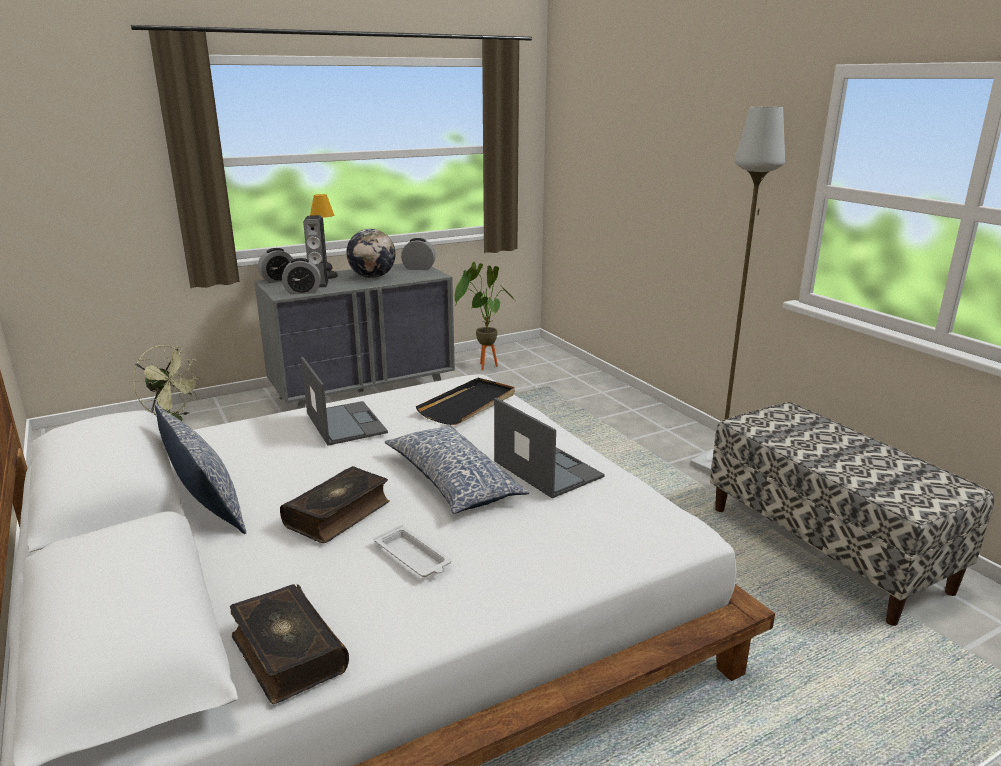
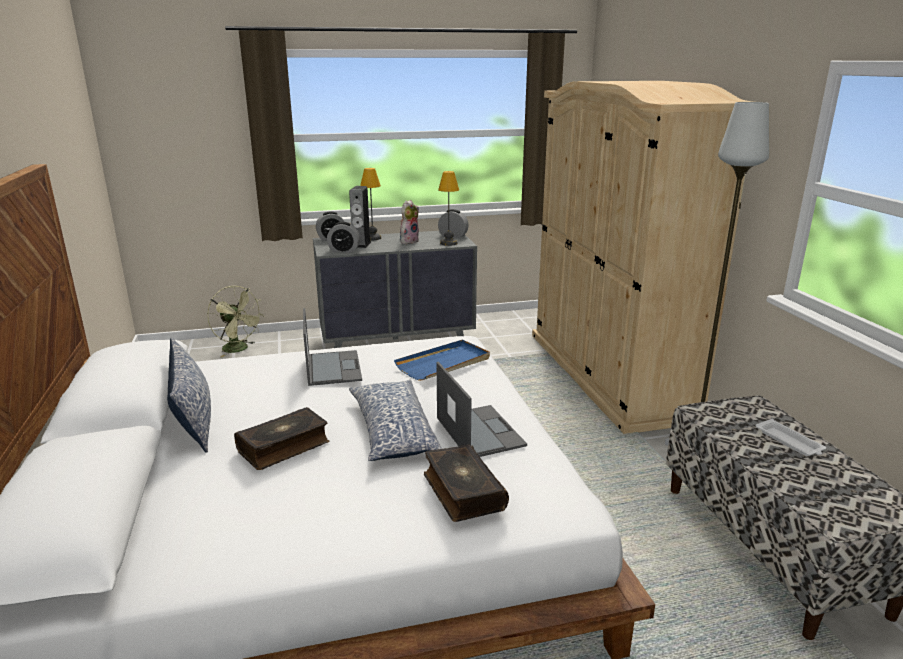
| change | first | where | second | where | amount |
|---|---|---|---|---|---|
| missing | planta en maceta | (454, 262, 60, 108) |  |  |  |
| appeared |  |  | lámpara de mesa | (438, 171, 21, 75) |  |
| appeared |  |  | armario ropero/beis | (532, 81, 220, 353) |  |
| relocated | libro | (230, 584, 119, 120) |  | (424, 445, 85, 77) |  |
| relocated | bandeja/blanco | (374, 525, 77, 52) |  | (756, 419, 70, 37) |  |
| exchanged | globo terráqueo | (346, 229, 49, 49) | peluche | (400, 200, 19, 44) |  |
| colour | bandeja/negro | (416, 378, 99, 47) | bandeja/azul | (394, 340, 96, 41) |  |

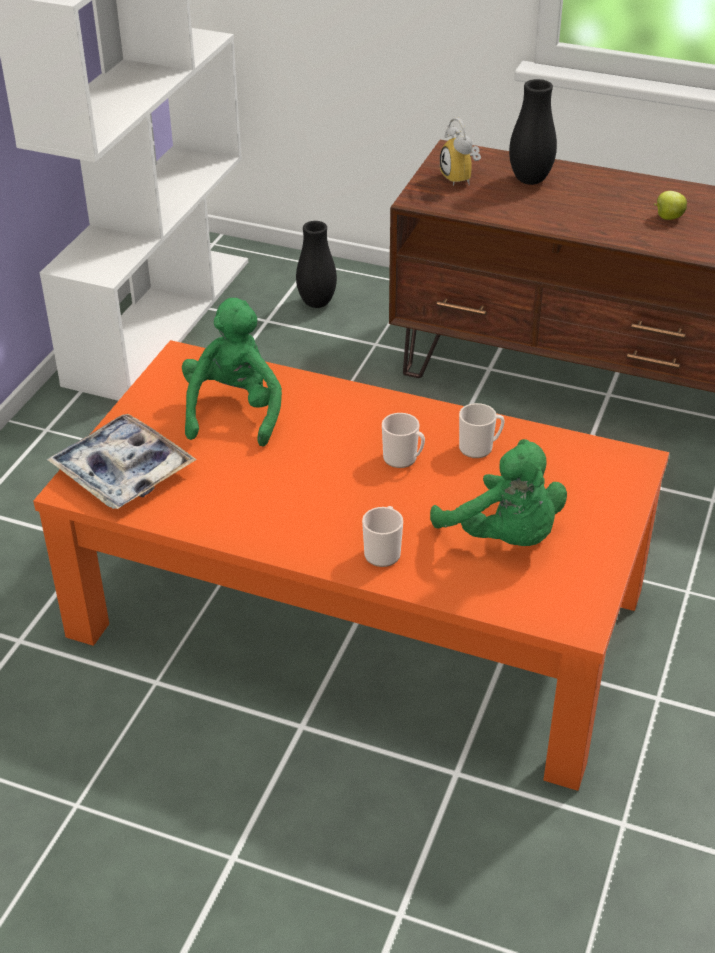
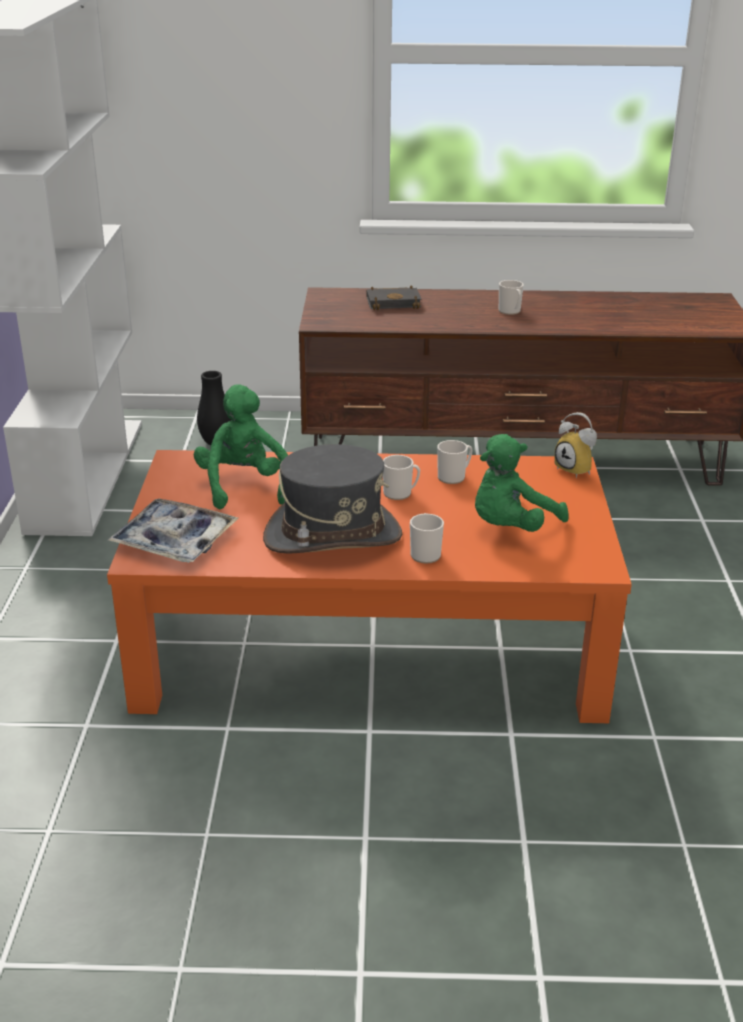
| change | first | where | second | where | amount |
|---|---|---|---|---|---|
| appeared |  |  | sombrero/gris | (263, 444, 139, 110) |  |
| relocated | despertador | (440, 118, 41, 68) |  | (554, 412, 43, 66) |  |
| exchanged | florero/negro | (509, 79, 48, 106) | libro/negro | (367, 285, 55, 25) |  |
| exchanged | manzana | (654, 191, 33, 29) | taza grande | (499, 280, 25, 35) |  |
| spun | peluche/verde | (430, 439, 137, 107) |  | (475, 434, 94, 98) | 105 degrees clockwise |

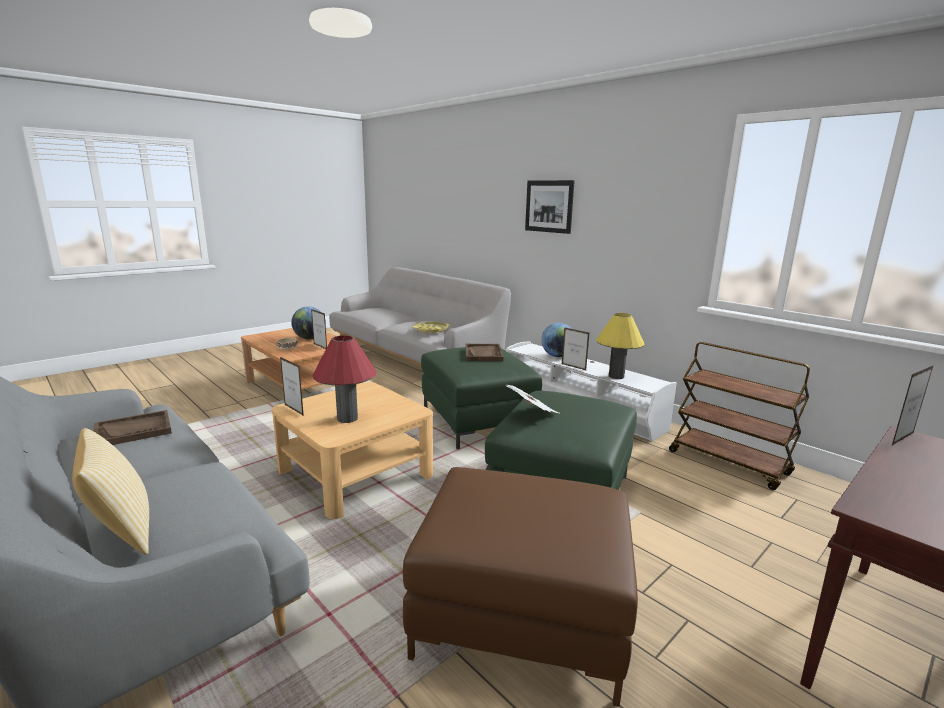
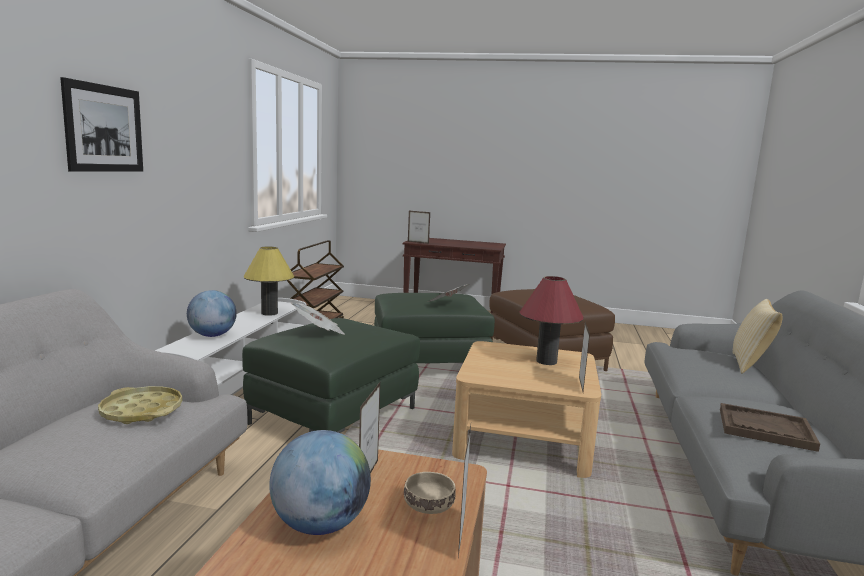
| change | first | where | second | where | amount |
|---|---|---|---|---|---|
| relocated | portarretratos | (562, 327, 27, 43) |  | (458, 425, 13, 132) |  |
| exchanged | bandeja/marrón | (465, 344, 38, 17) | periódico | (291, 303, 55, 32) |  |

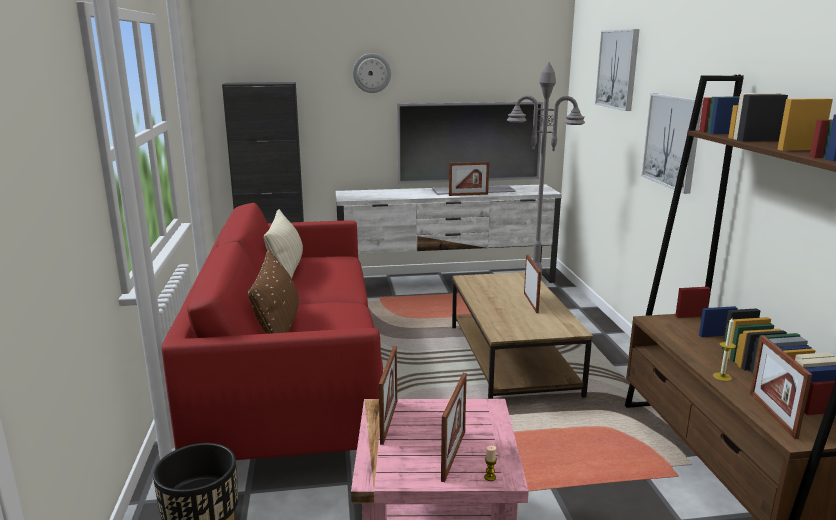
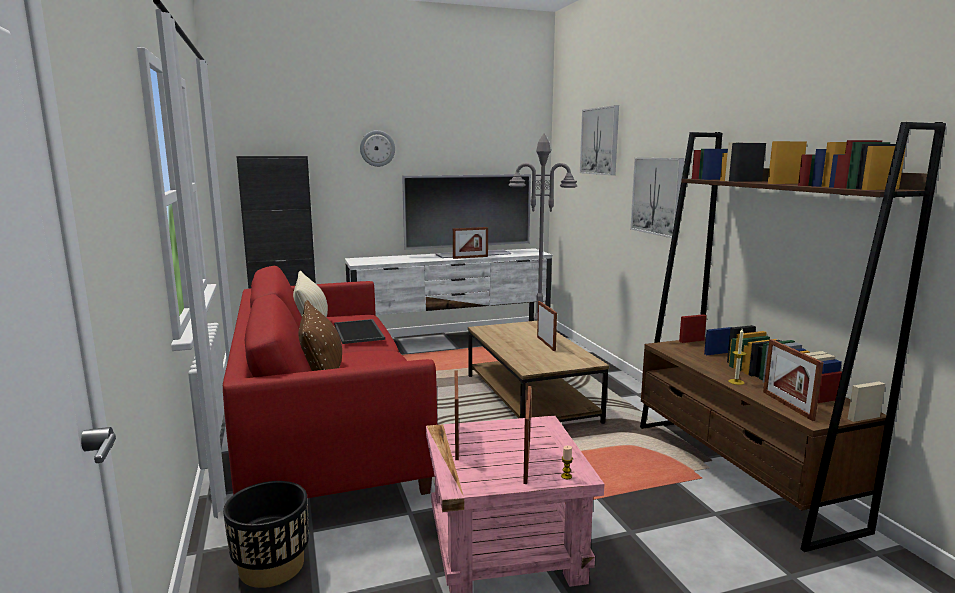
| change | first | where | second | where | amount |
|---|---|---|---|---|---|
| appeared |  |  | bandeja | (334, 319, 51, 25) |  |

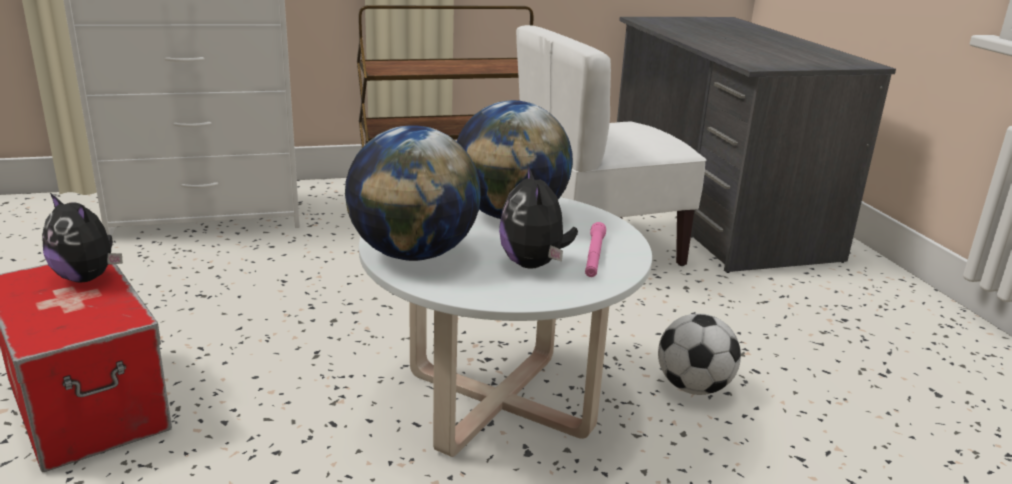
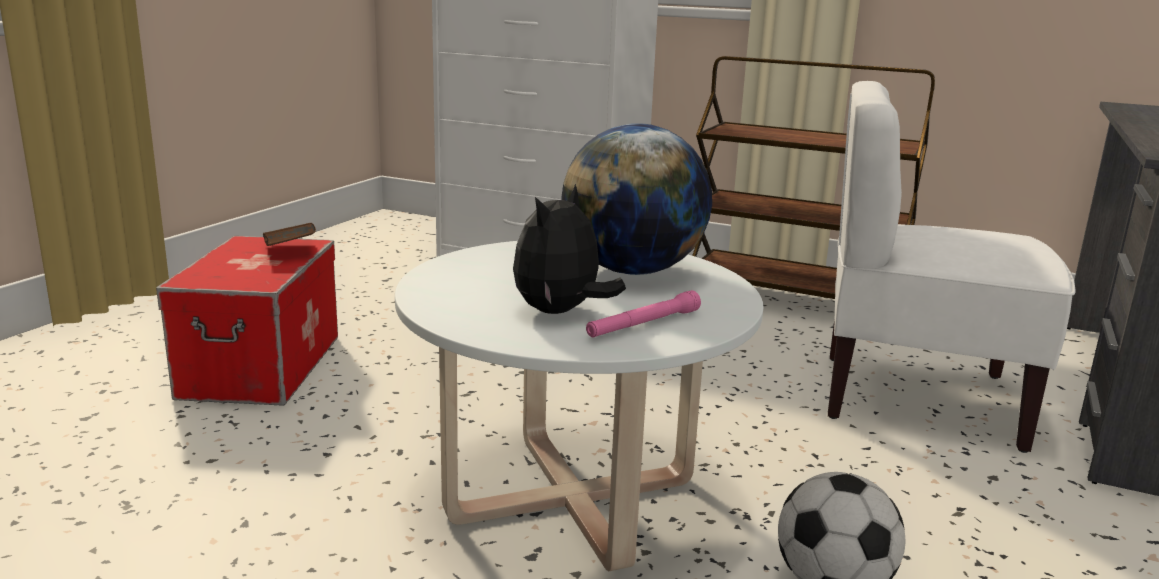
| change | first | where | second | where | amount |
|---|---|---|---|---|---|
| missing | globo terráqueo | (345, 125, 136, 136) |  |  |  |
| exchanged | peluche | (42, 193, 81, 89) | libro/marrón | (263, 223, 53, 23) |  |

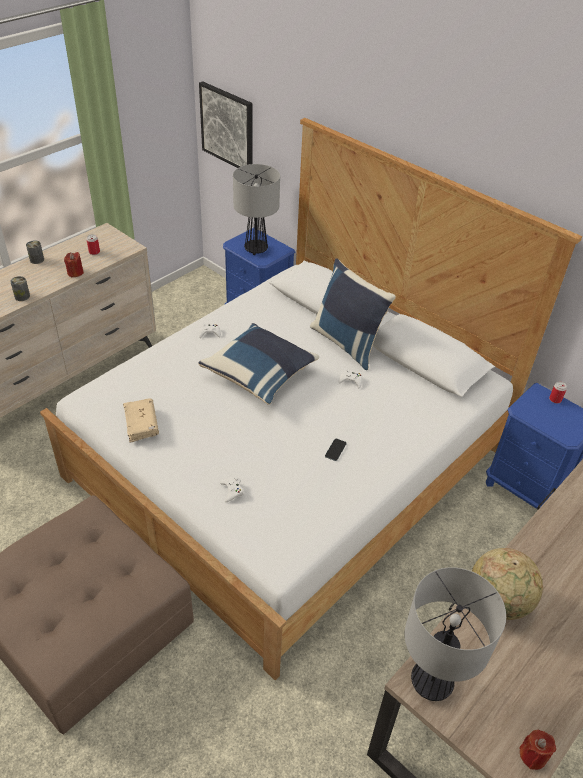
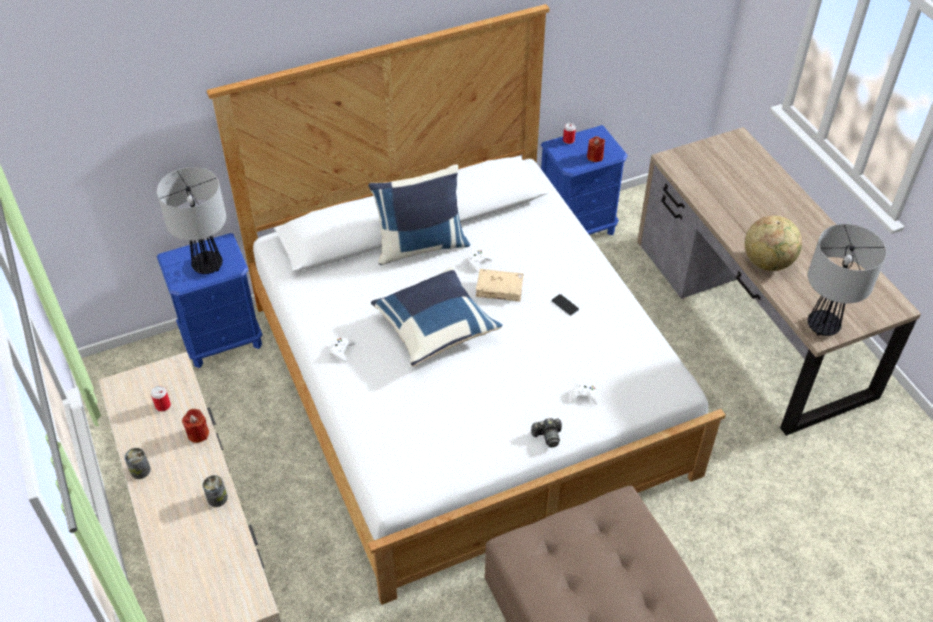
| change | first | where | second | where | amount |
|---|---|---|---|---|---|
| missing | cuadro | (199, 81, 53, 87) |  |  |  |
| appeared |  |  | cámara | (531, 418, 31, 29) |  |
| relocated | libro/beis | (123, 398, 36, 45) |  | (476, 269, 48, 33) |  |
| relocated | vela/rojo | (519, 730, 37, 40) |  | (587, 136, 18, 26) |  |

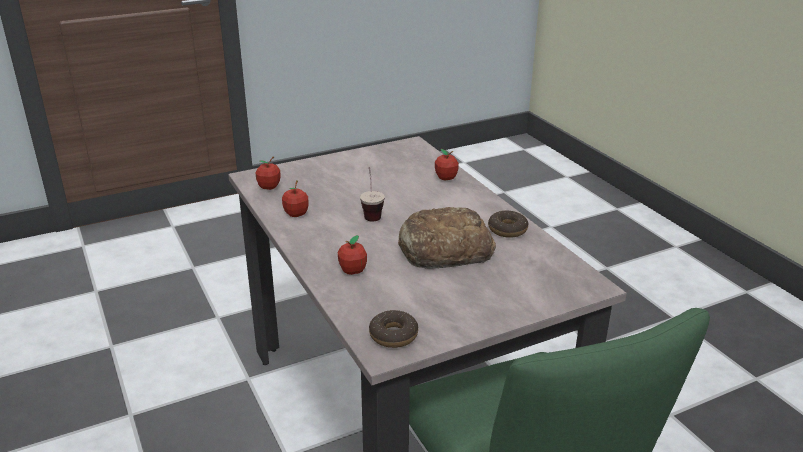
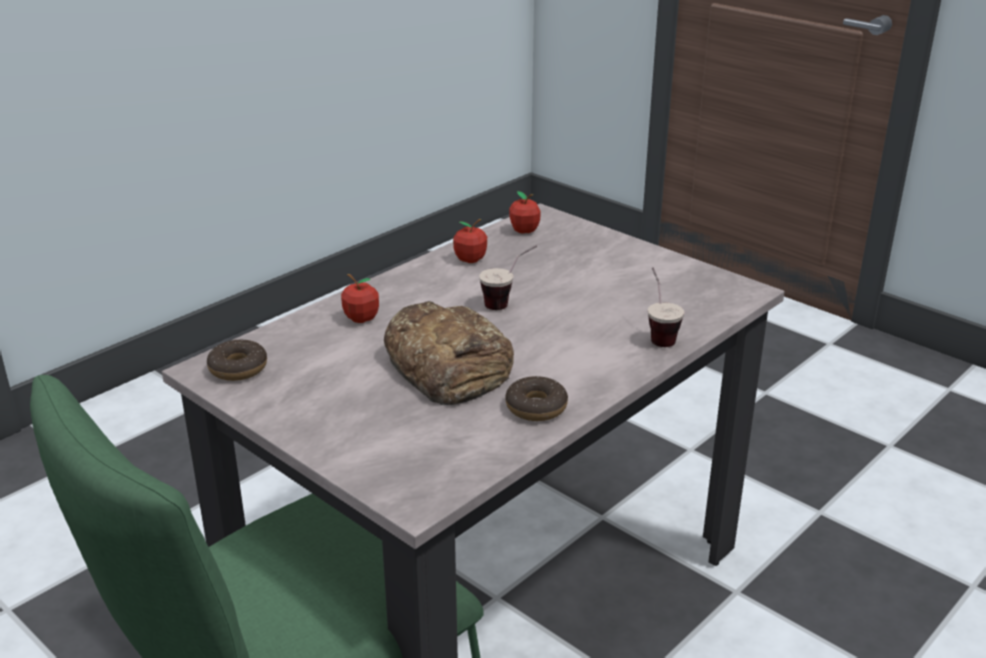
| change | first | where | second | where | amount |
|---|---|---|---|---|---|
| exchanged | manzana | (435, 149, 24, 32) | taza | (648, 267, 36, 80) |  |

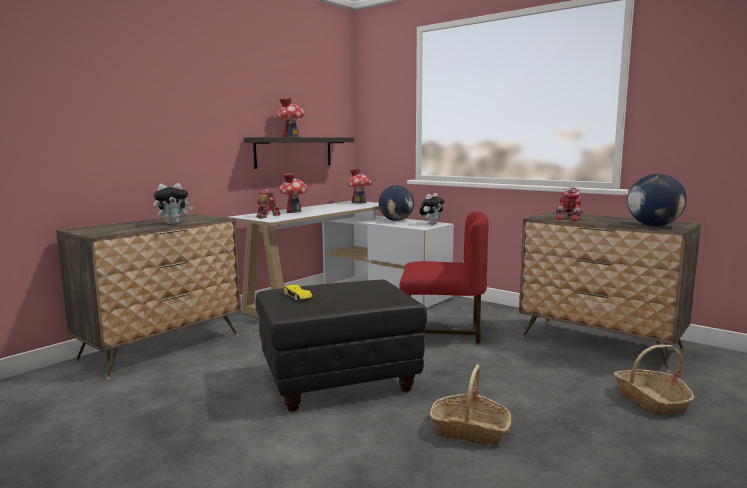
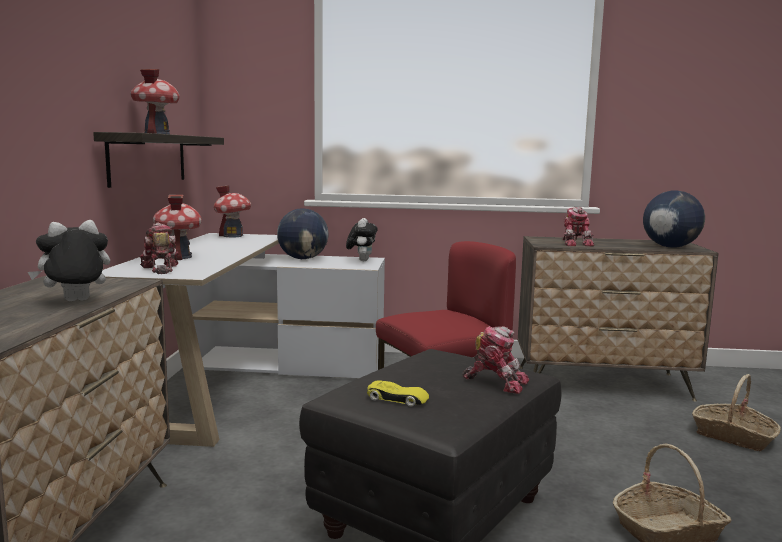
| change | first | where | second | where | amount |
|---|---|---|---|---|---|
| appeared |  |  | robot de juguete | (462, 326, 67, 68) |  |
| spun | peluche | (153, 183, 40, 42) |  | (28, 220, 82, 81) | 150 degrees counterclockwise |

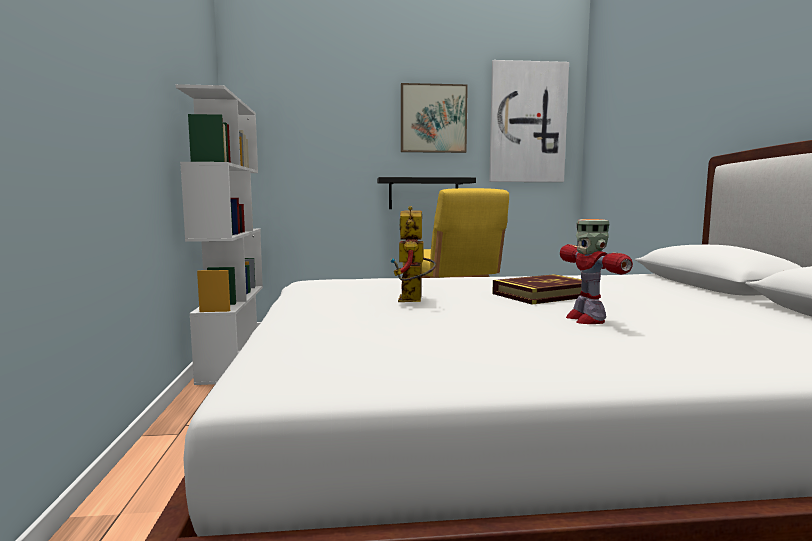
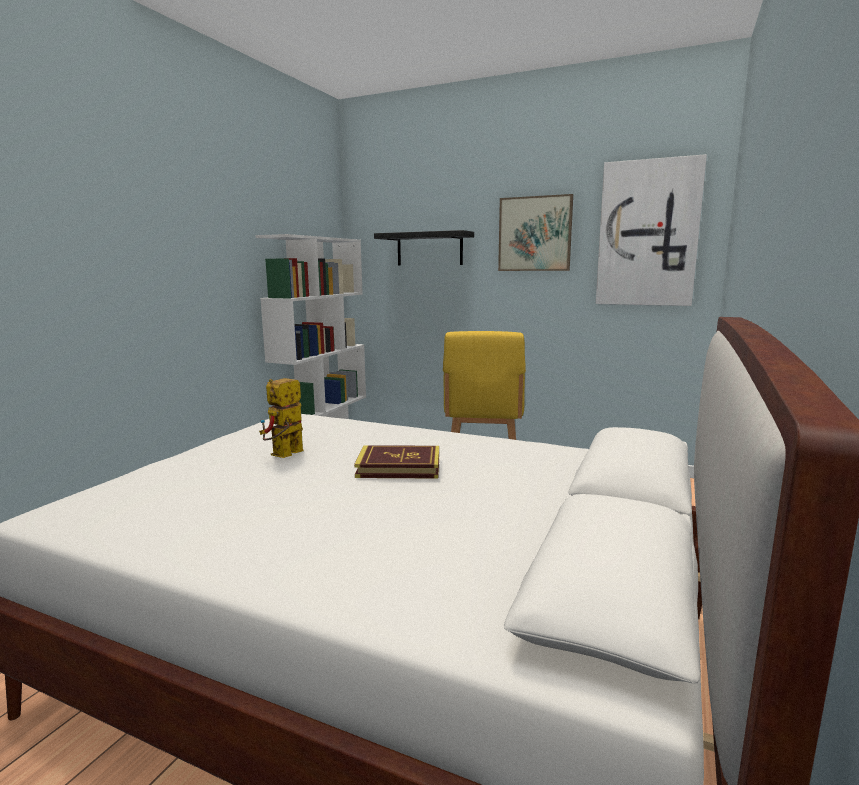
| change | first | where | second | where | amount |
|---|---|---|---|---|---|
| missing | robot de juguete | (560, 219, 73, 105) |  |  |  |
| relocated | estante/negro | (377, 177, 99, 32) |  | (374, 230, 100, 36) |  |

